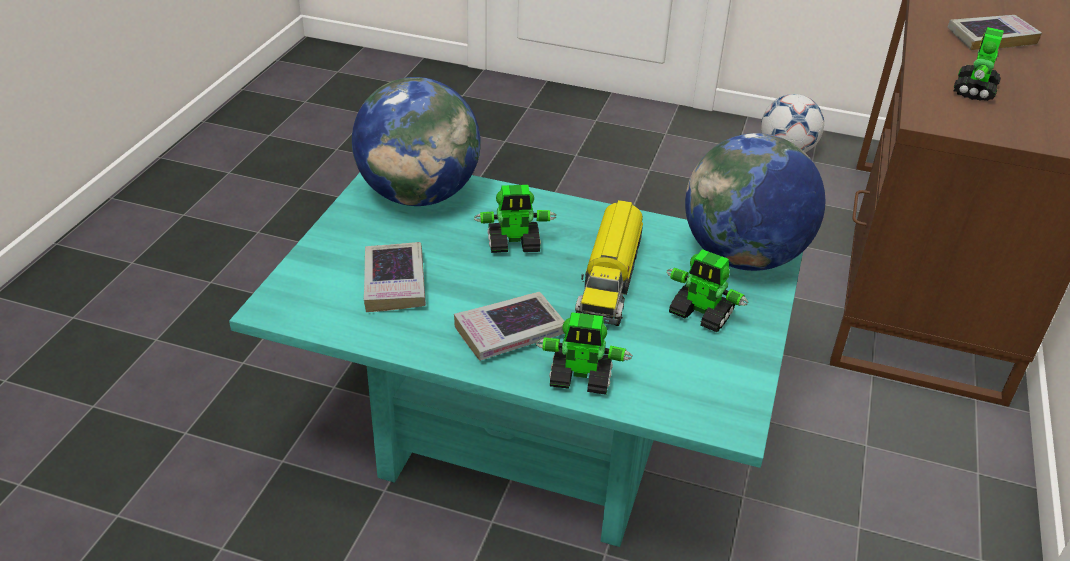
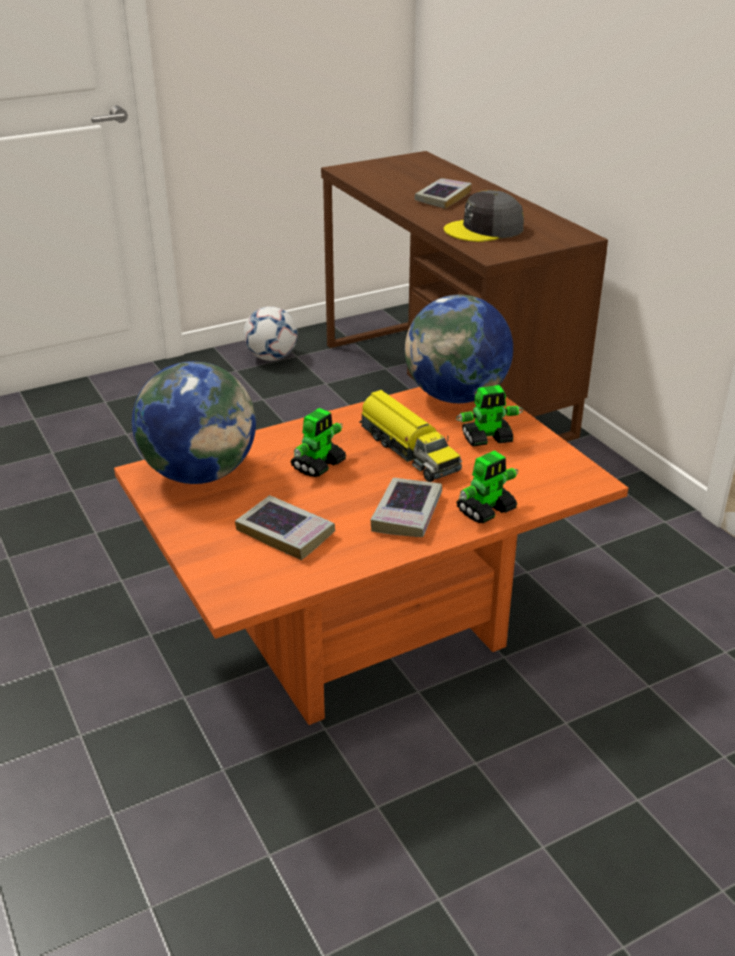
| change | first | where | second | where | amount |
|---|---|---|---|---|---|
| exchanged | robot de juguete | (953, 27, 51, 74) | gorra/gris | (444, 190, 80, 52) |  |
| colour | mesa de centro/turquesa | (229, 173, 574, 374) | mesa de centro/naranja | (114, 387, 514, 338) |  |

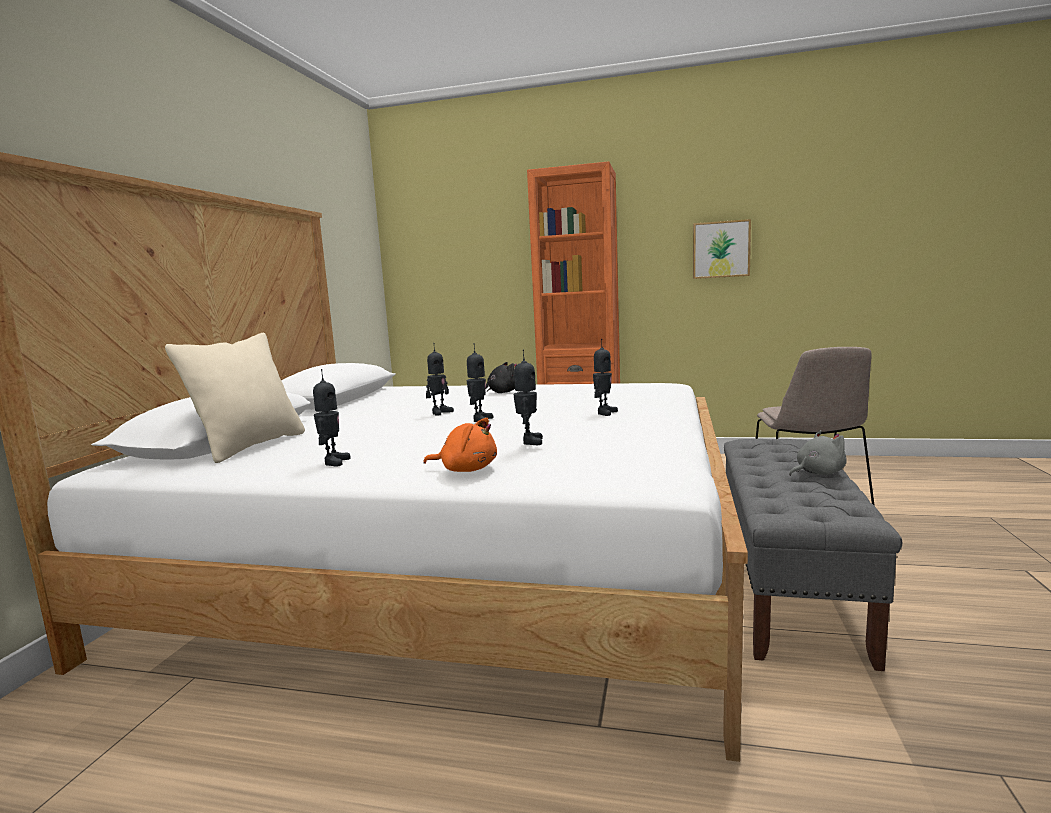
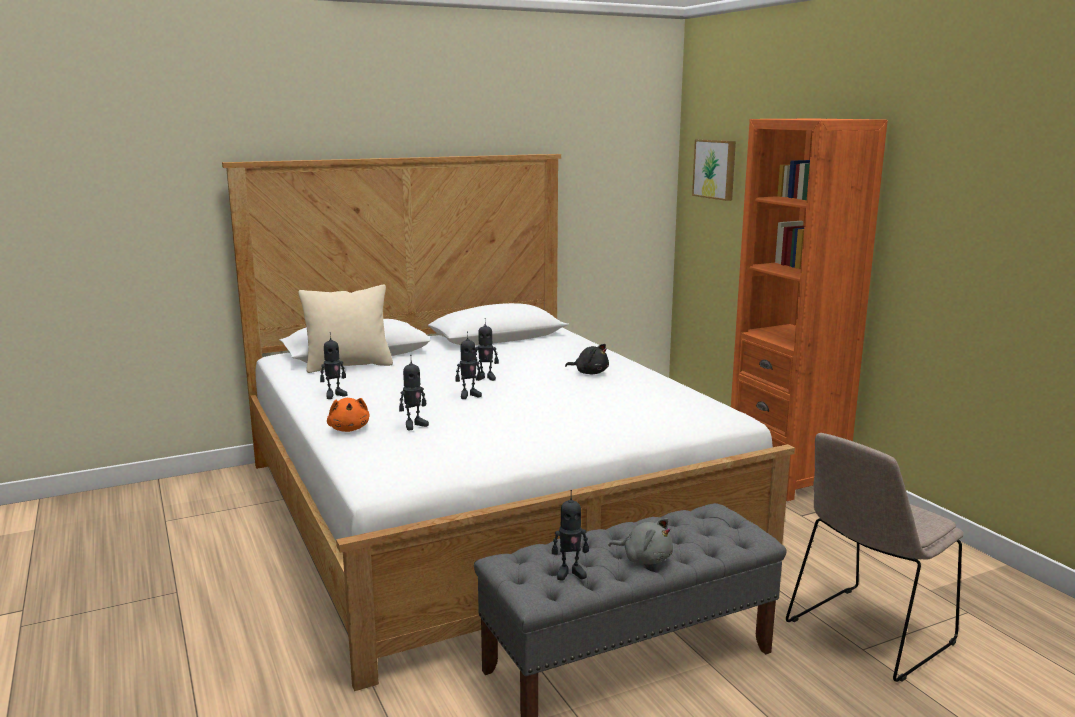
| change | first | where | second | where | amount |
|---|---|---|---|---|---|
| relocated | robot de juguete | (593, 339, 25, 77) |  | (552, 490, 37, 91) |  |
| relocated | cuadro | (693, 219, 58, 60) |  | (692, 139, 44, 62) |  |

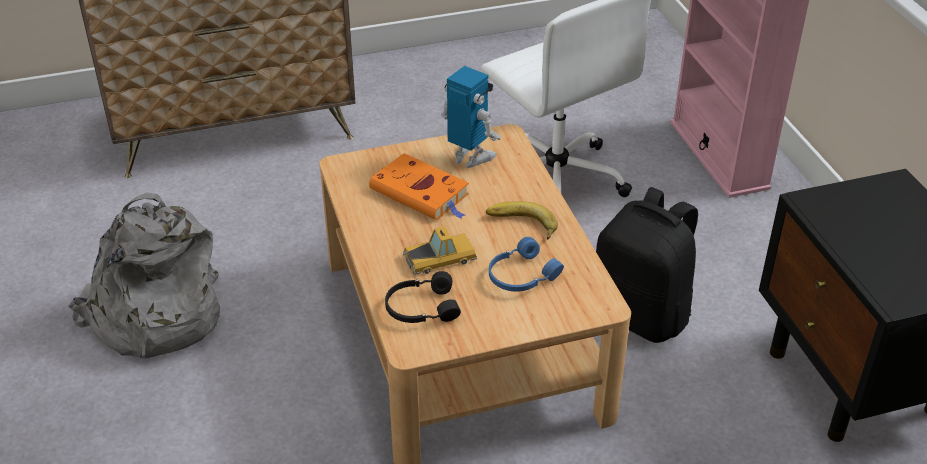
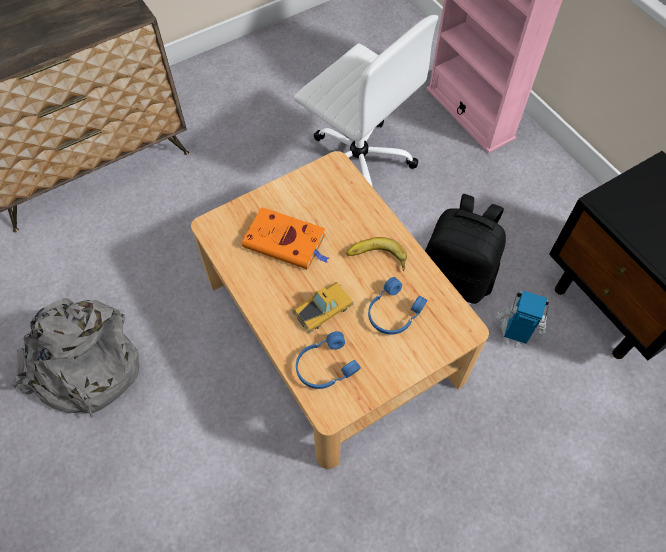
| change | first | where | second | where | amount |
|---|---|---|---|---|---|
| relocated | robot de juguete | (441, 66, 60, 102) |  | (497, 290, 52, 58) |  |
| colour | auriculares/negro | (385, 271, 76, 52) | auriculares/azul | (296, 331, 65, 58) |  |

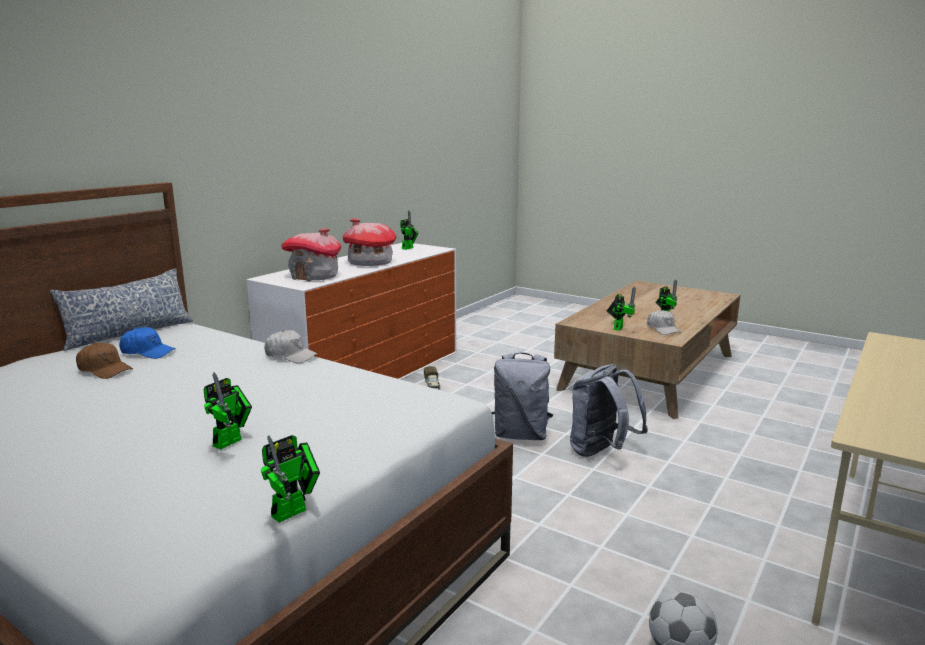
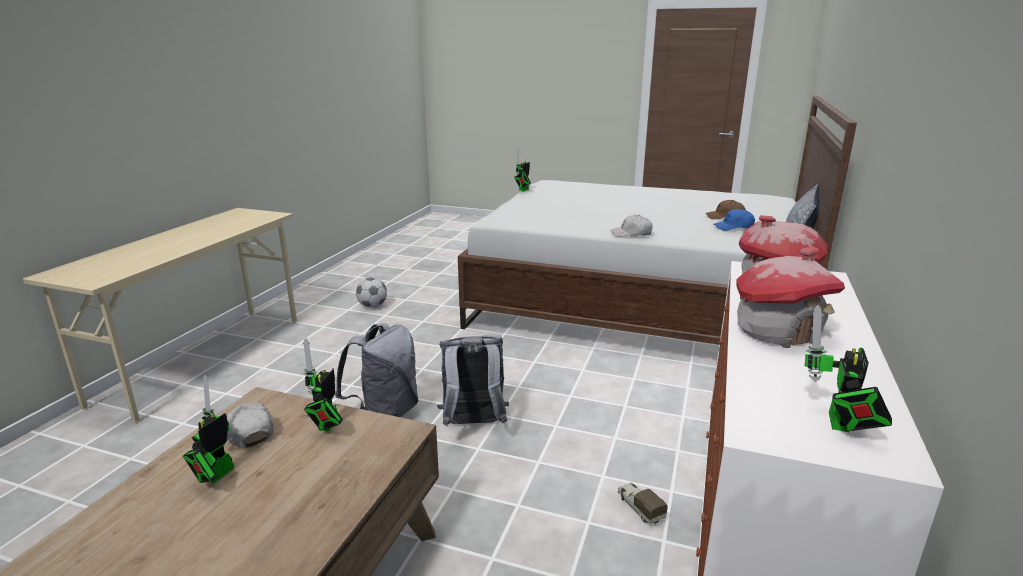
| change | first | where | second | where | amount |
|---|---|---|---|---|---|
| missing | robot de juguete | (204, 372, 48, 77) |  |  |  |

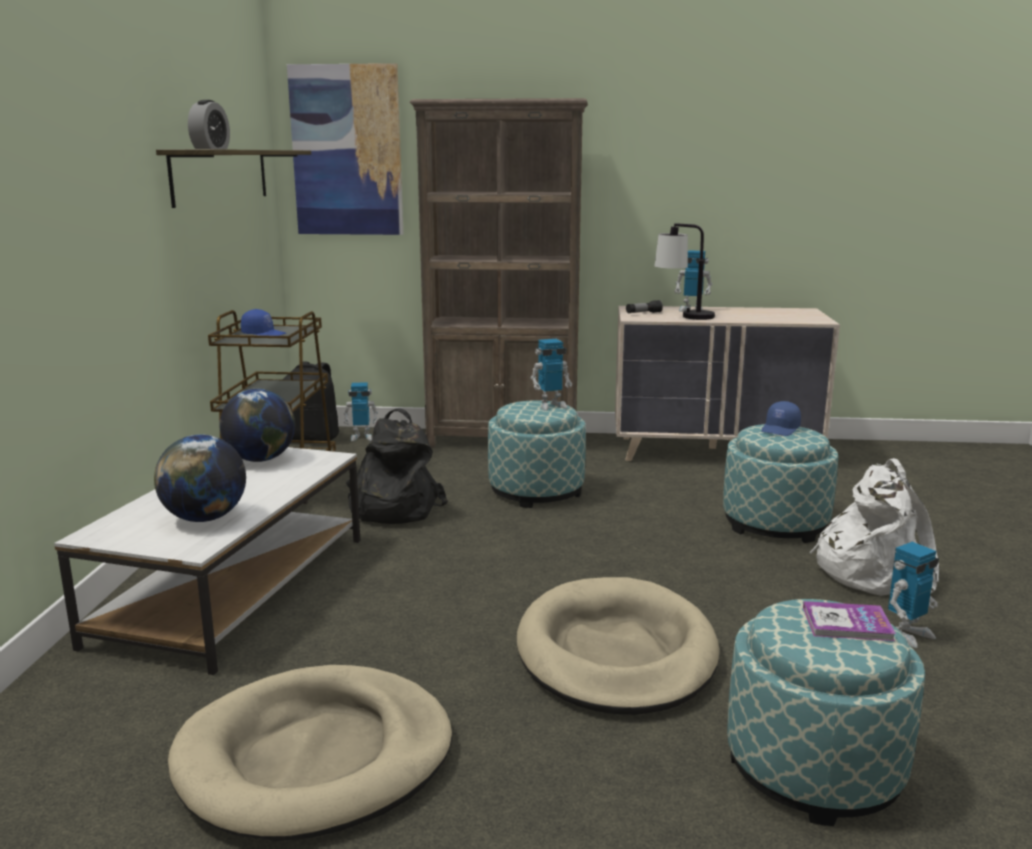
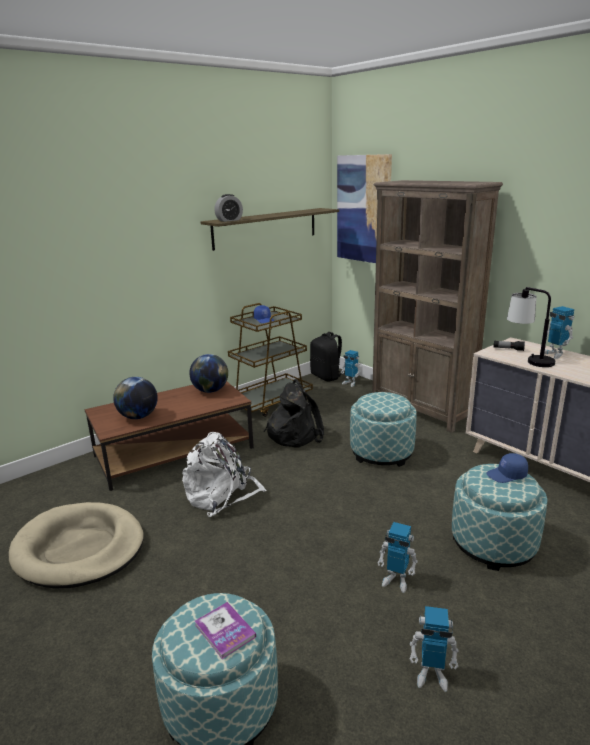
| change | first | where | second | where | amount |
|---|---|---|---|---|---|
| missing | cama para perro/beis | (517, 577, 202, 138) |  |  |  |
| relocated | robot de juguete | (531, 339, 41, 72) |  | (377, 522, 41, 71) |  |
| relocated | mochila/blanco | (809, 458, 130, 138) |  | (182, 432, 85, 85) |  |
| colour | mesa de centro/blanco | (54, 447, 306, 228) | mesa de centro/marrón | (85, 382, 169, 109) |  |

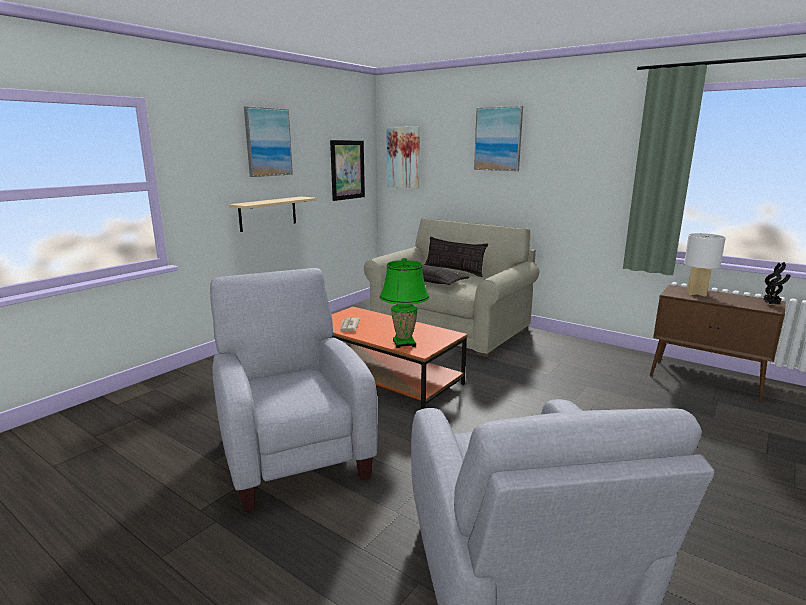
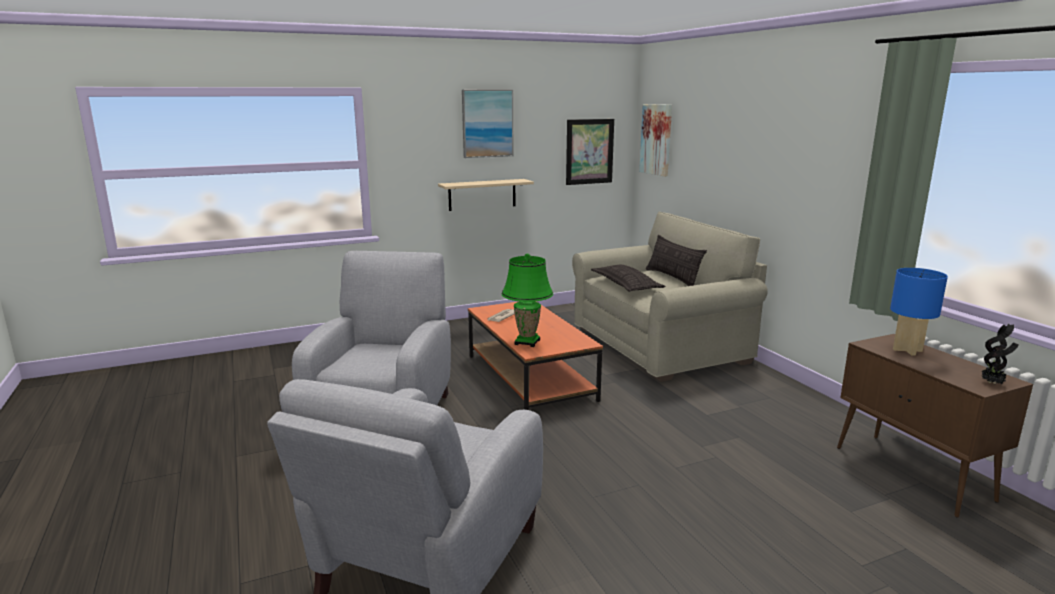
| change | first | where | second | where | amount |
|---|---|---|---|---|---|
| missing | cuadro | (474, 106, 49, 65) |  |  |  |
| colour | lámpara de mesa/blanco | (684, 233, 42, 64) | lámpara de mesa/azul | (890, 268, 58, 88) |  |

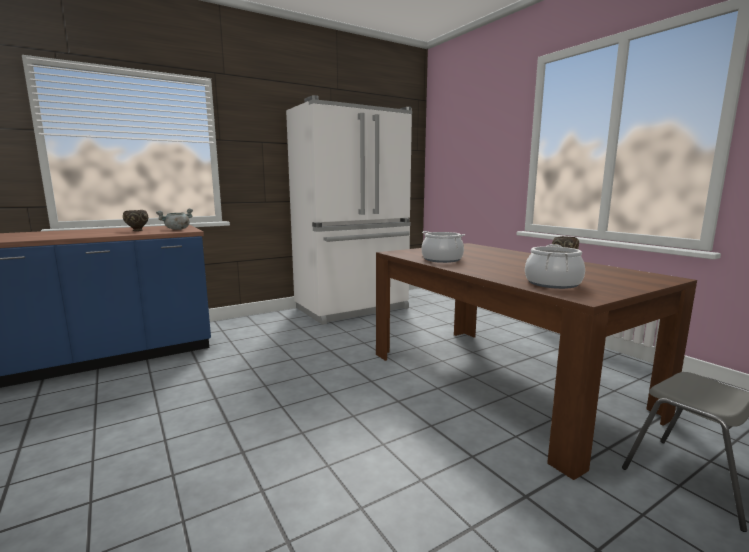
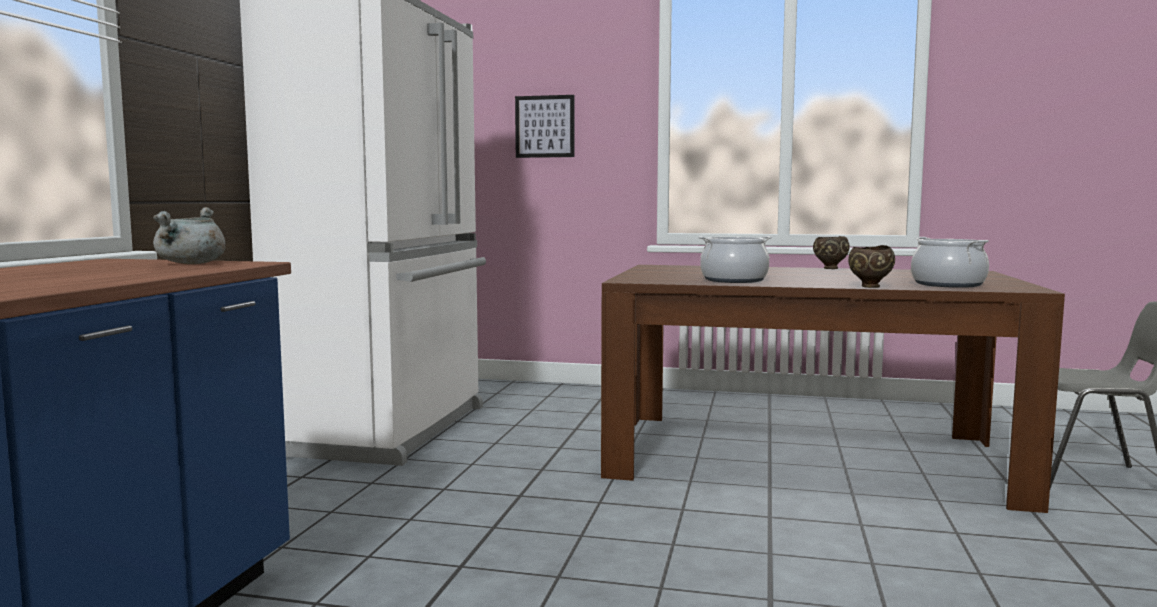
| change | first | where | second | where | amount |
|---|---|---|---|---|---|
| appeared |  |  | cuadro | (515, 95, 60, 63) |  |
| relocated | cuenco/marrón | (123, 210, 25, 21) |  | (848, 245, 47, 43) |  |

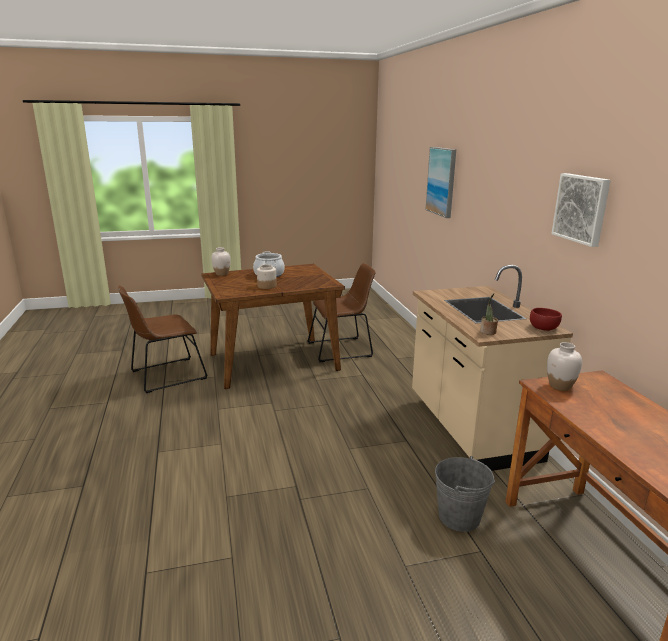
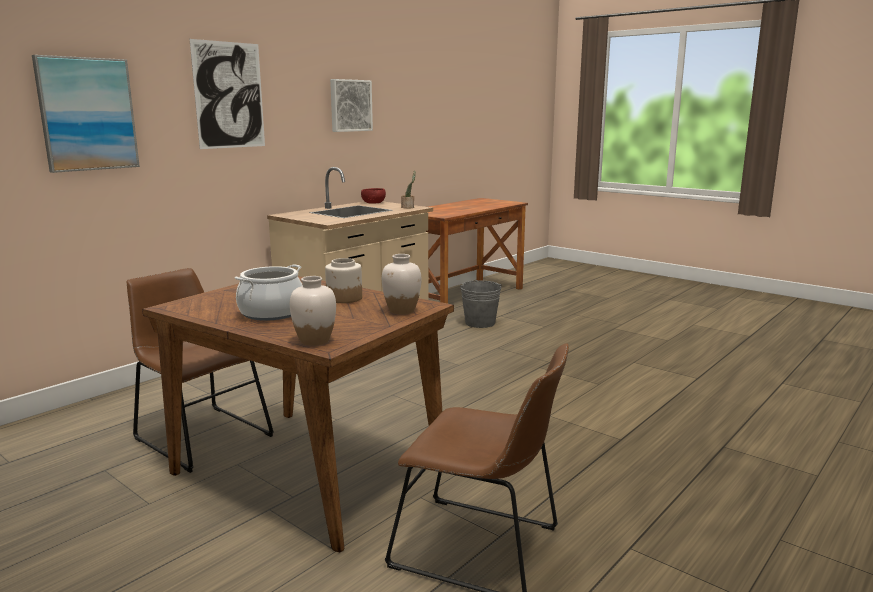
| change | first | where | second | where | amount |
|---|---|---|---|---|---|
| appeared |  |  | cuadro | (190, 39, 75, 110) |  |
| relocated | florero/blanco | (547, 342, 35, 49) |  | (382, 254, 39, 60) |  |

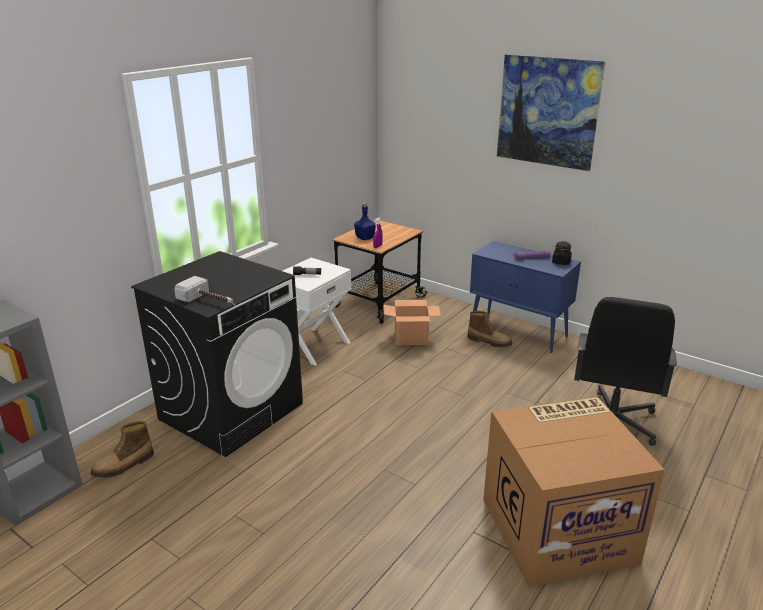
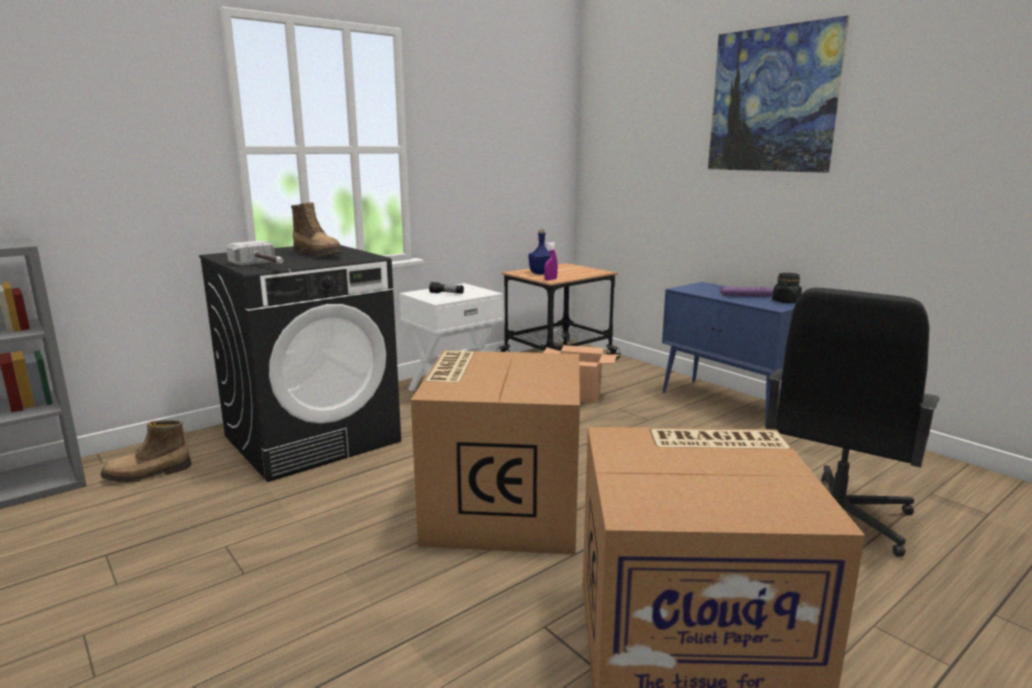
| change | first | where | second | where | amount |
|---|---|---|---|---|---|
| appeared |  |  | caja de cartón | (411, 350, 169, 205) |  |
| relocated | bota | (467, 311, 45, 36) |  | (291, 202, 52, 55) |  |

